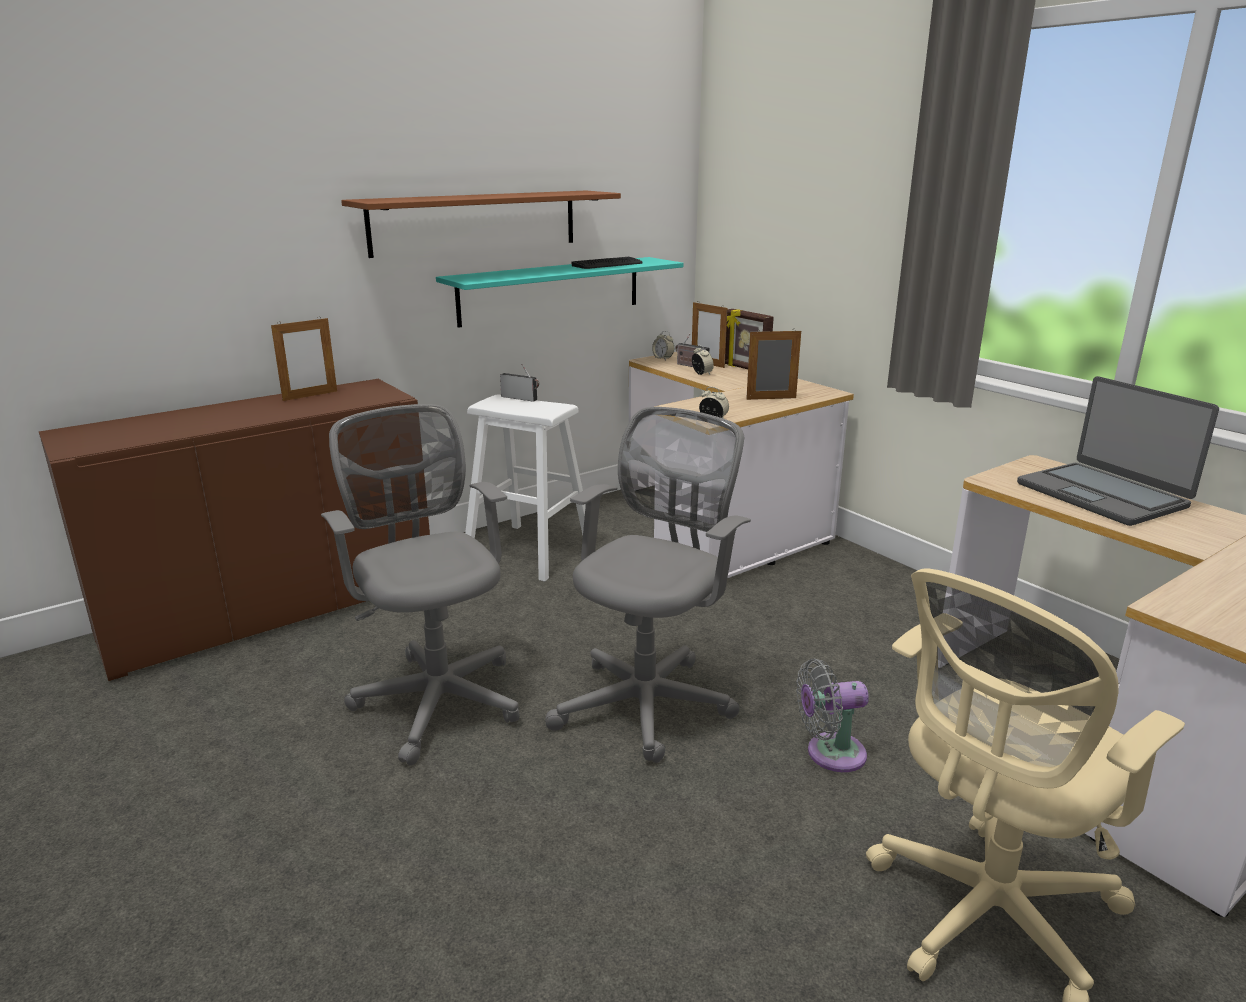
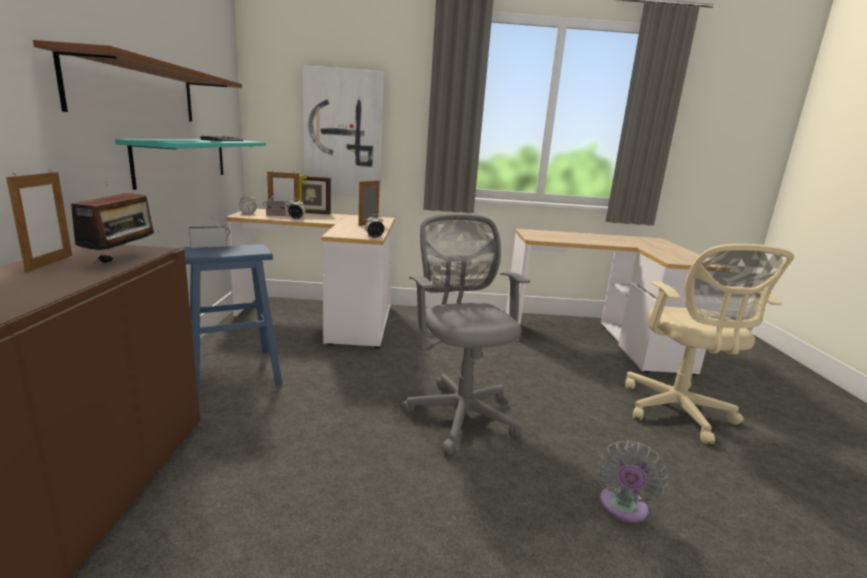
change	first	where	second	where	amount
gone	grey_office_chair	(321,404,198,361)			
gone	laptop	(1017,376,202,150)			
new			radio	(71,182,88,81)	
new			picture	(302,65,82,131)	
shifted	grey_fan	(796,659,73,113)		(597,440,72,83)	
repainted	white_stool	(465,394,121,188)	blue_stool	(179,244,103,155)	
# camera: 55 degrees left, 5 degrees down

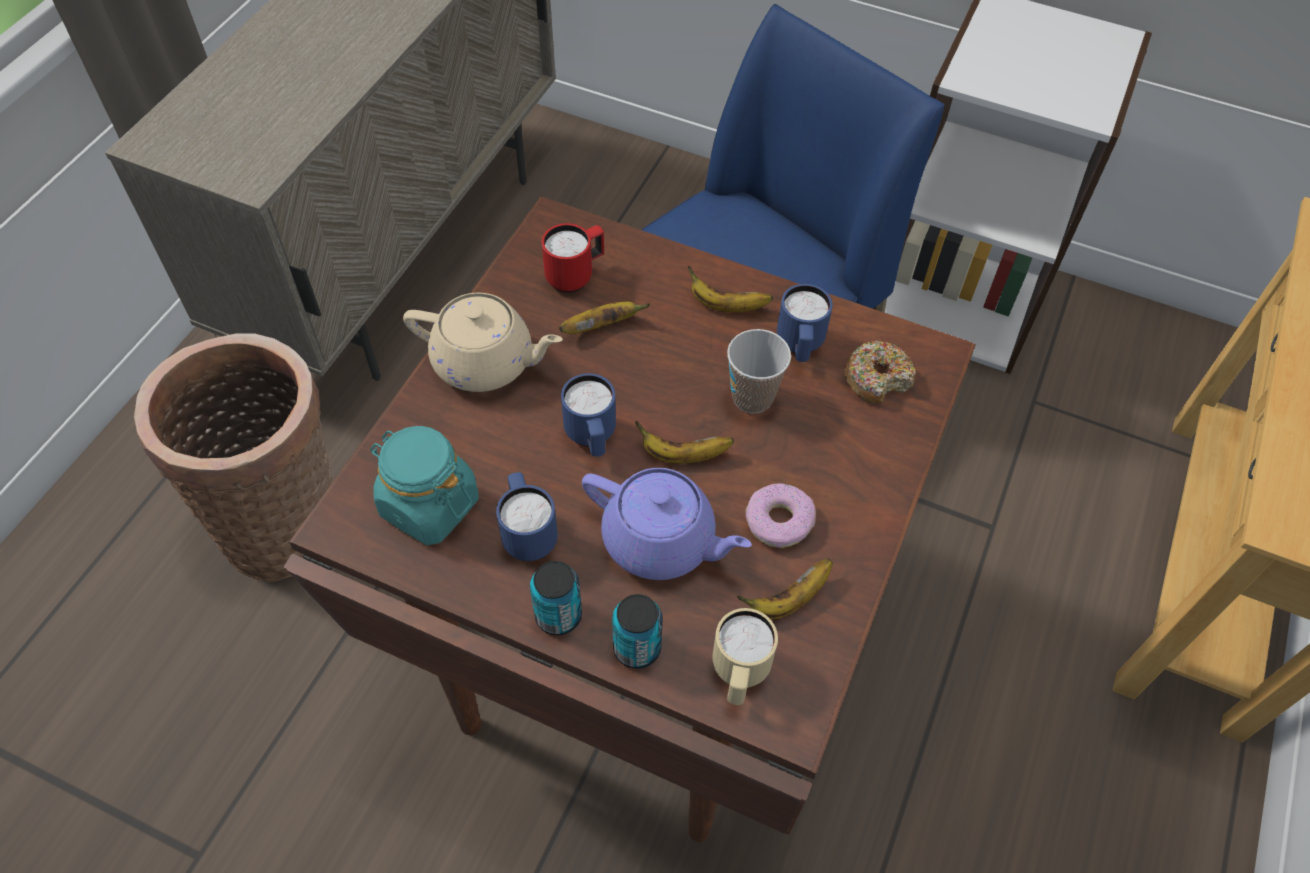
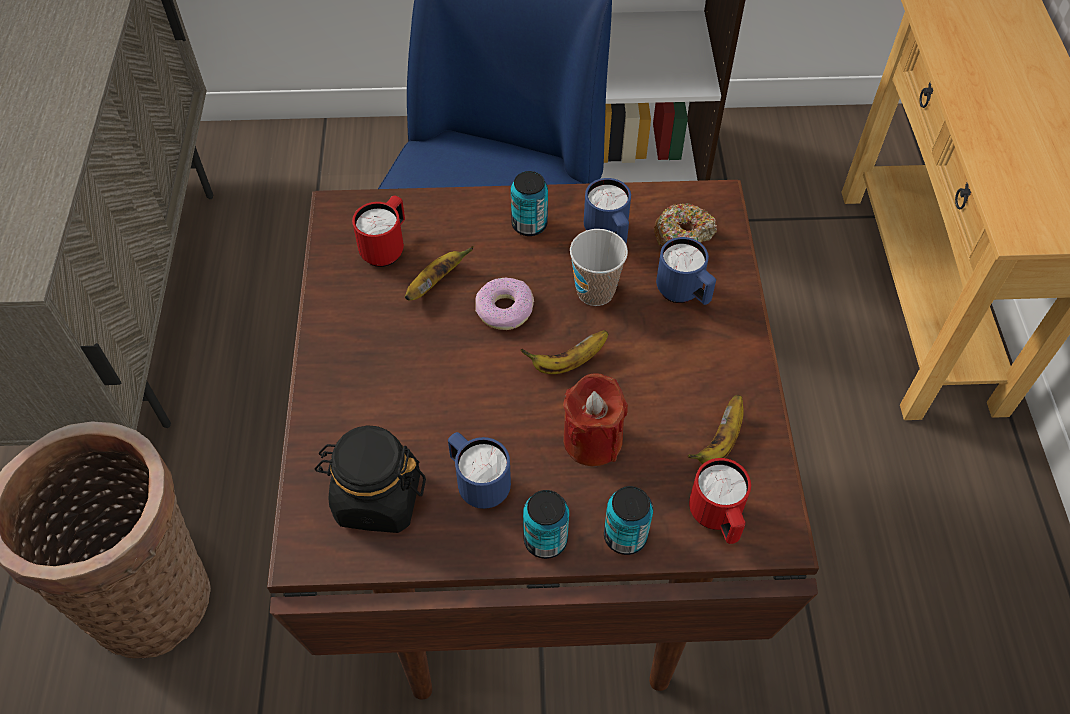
change	first	where	second	where	amount
gone	beige_teapot	(403,293,160,99)			
shifted	blue_mug	(561,373,55,84)		(656,237,60,68)	
shifted	donut	(746,483,70,65)		(475,278,59,52)	
swapped	purple_teapot	(582,468,170,112)	red_candle	(563,373,65,93)	
swapped	banana	(688,266,85,46)	can	(511,171,37,65)	
repainted	turquoise_jar	(370,426,109,119)	black_jar	(315,425,111,108)	
repainted	beige_mug	(712,608,66,97)	red_mug	(689,458,62,86)	
# camera: 25 degrees left, 0 degrees up

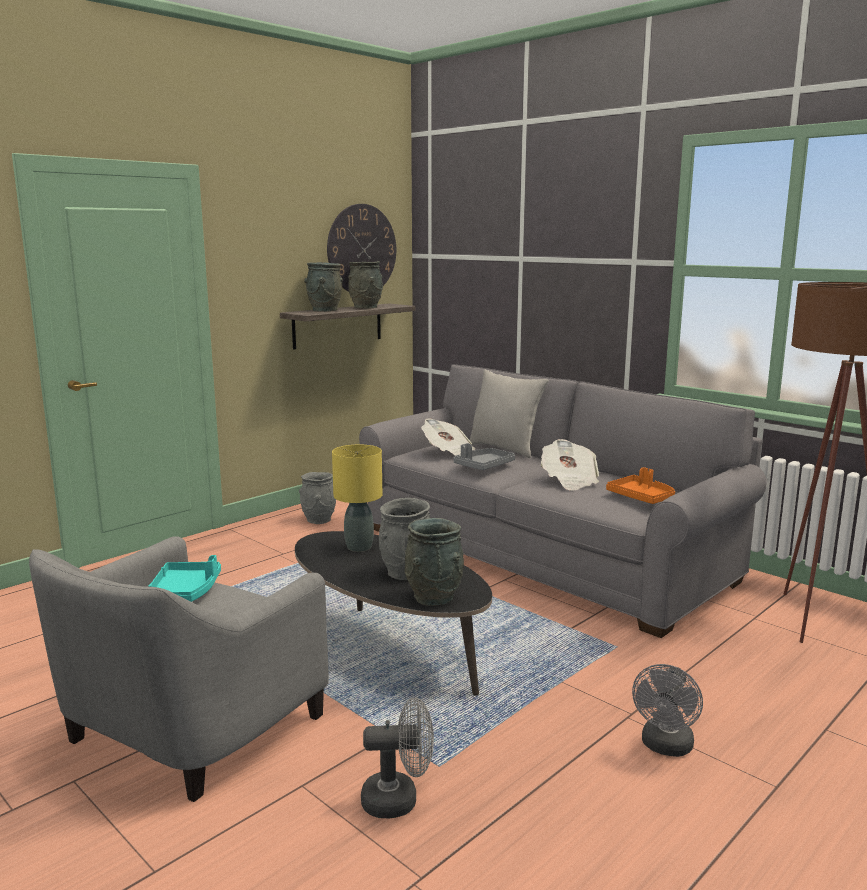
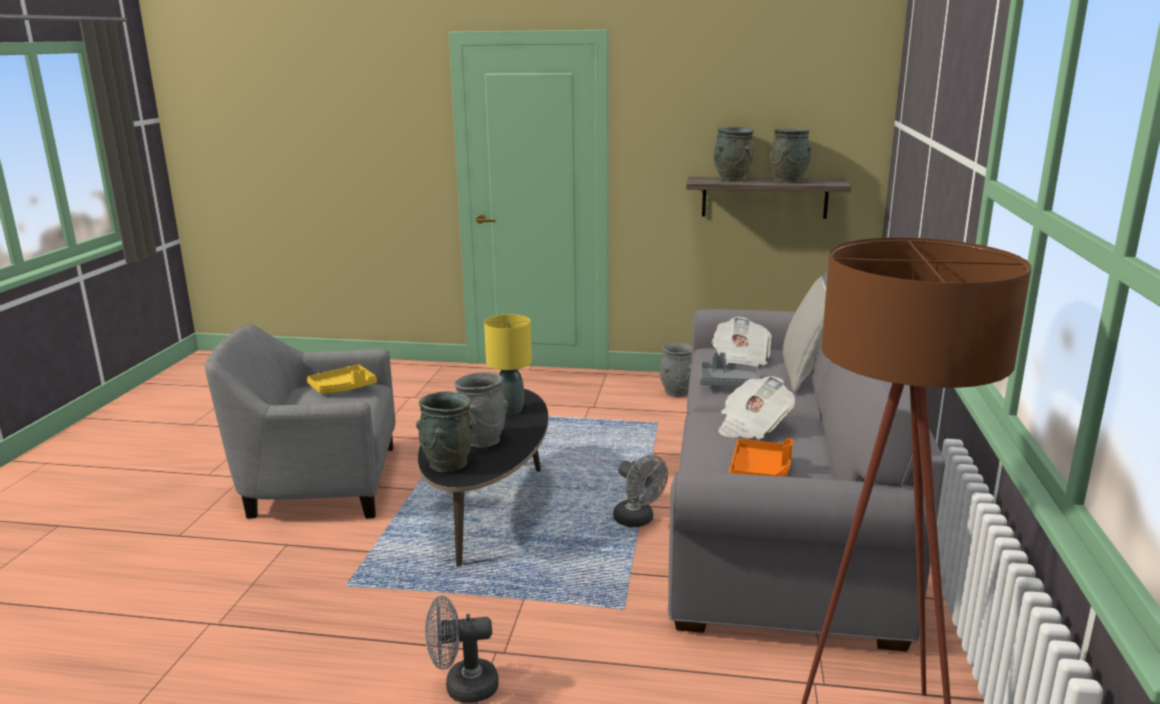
change	first	where	second	where	amount
gone	wall_clock	(327,204,69,88)			
shifted	grey_fan	(361,698,73,120)		(613,455,55,72)	
repainted	turquoise_tray	(148,555,73,47)	yellow_tray	(307,364,70,29)	
# camera: 55 degrees right, 5 degrees up

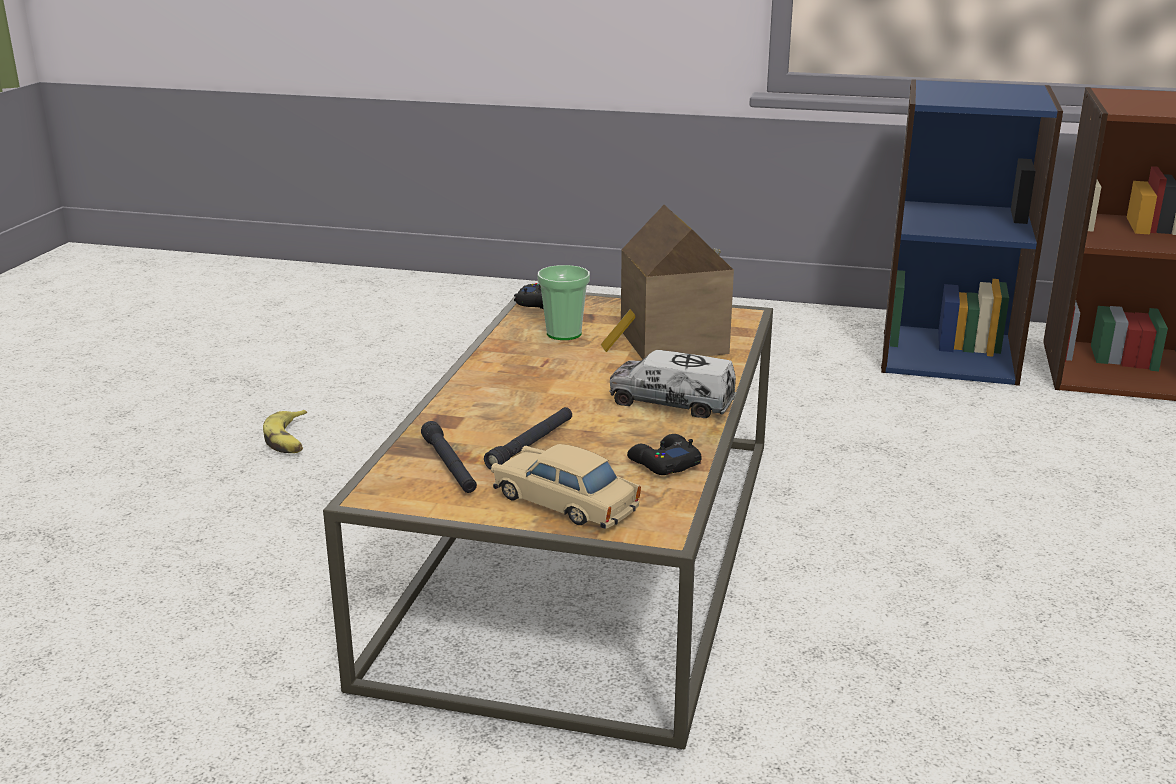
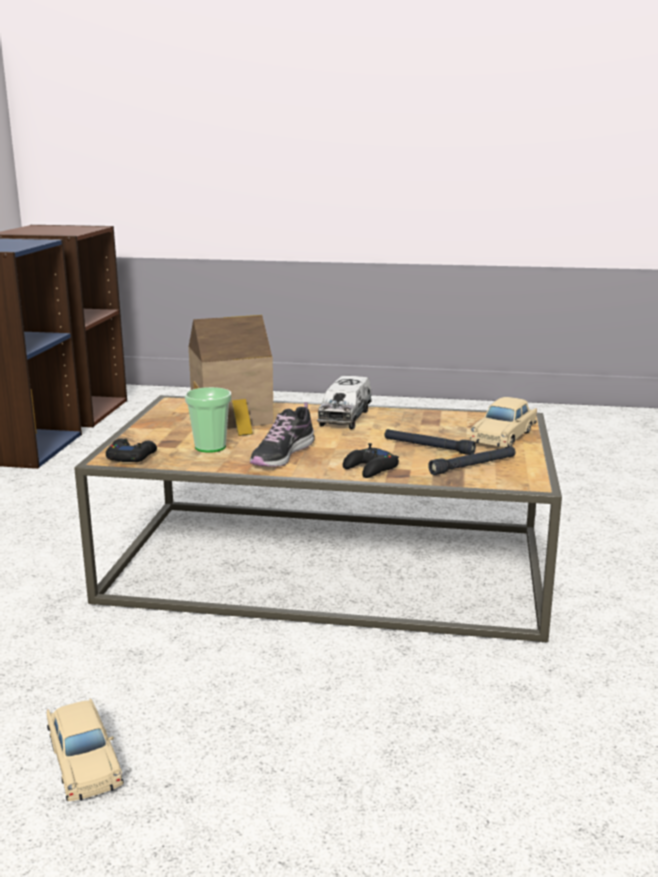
change	first	where	second	where	amount
new			shoe	(250,402,65,65)	
shifted	black_game_controller	(627,434,75,41)		(343,443,56,35)	
swapped	banana	(263,410,44,43)	beige_toy_car	(47,698,77,103)	
# camera: 95 degrees left, 5 degrees down

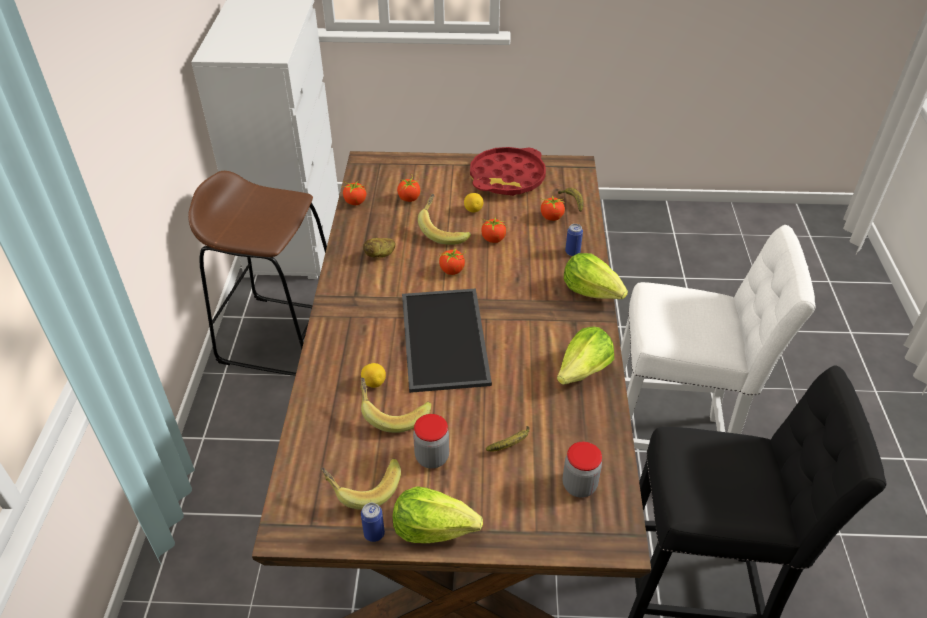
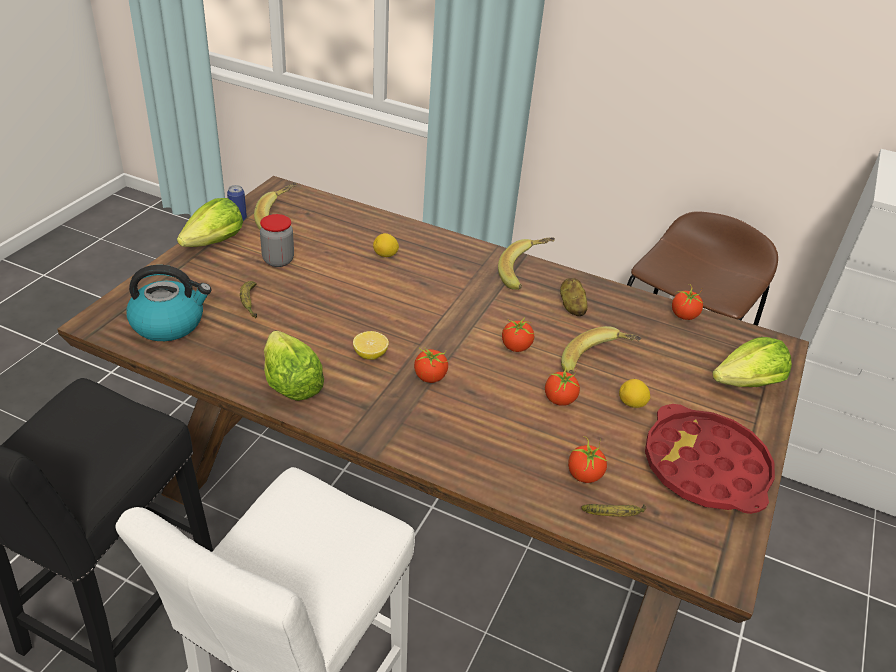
change	first	where	second	where	amount
gone	tray	(402,288,90,105)			
gone	can	(565,224,18,32)			
new			lemon	(353,331,36,29)	
shifted	banana	(360,377,72,56)		(498,237,57,53)	
shifted	tomato	(397,175,23,27)		(414,348,34,35)	
shifted	lettuce	(564,253,64,46)		(712,337,80,50)	
swapped	jar	(563,442,39,56)	kettle	(126,265,86,76)	
# camera: 110 degrees right, 5 degrees down

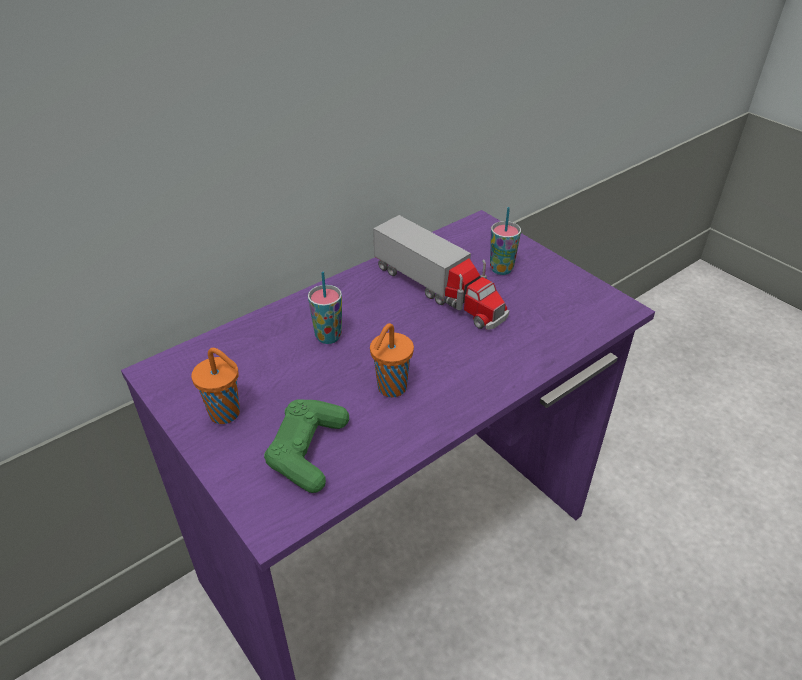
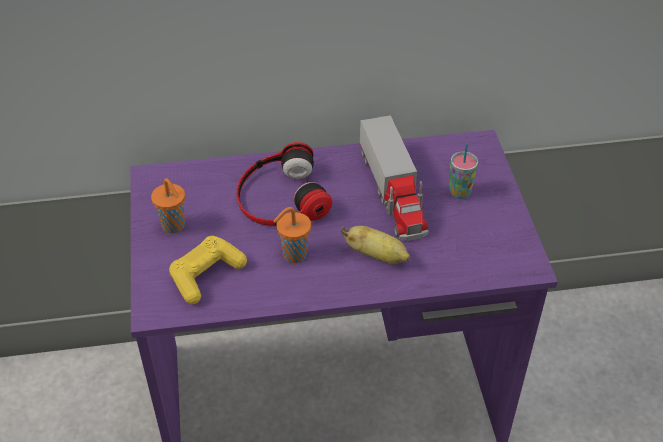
change	first	where	second	where	amount
new			banana	(341,226,69,38)	
swapped	cup	(308,271,34,73)	headphones	(236,142,96,85)	
repainted	green_game_controller	(264,399,85,94)	yellow_game_controller	(169,236,78,68)	
# camera: 30 degrees right, 5 degrees up

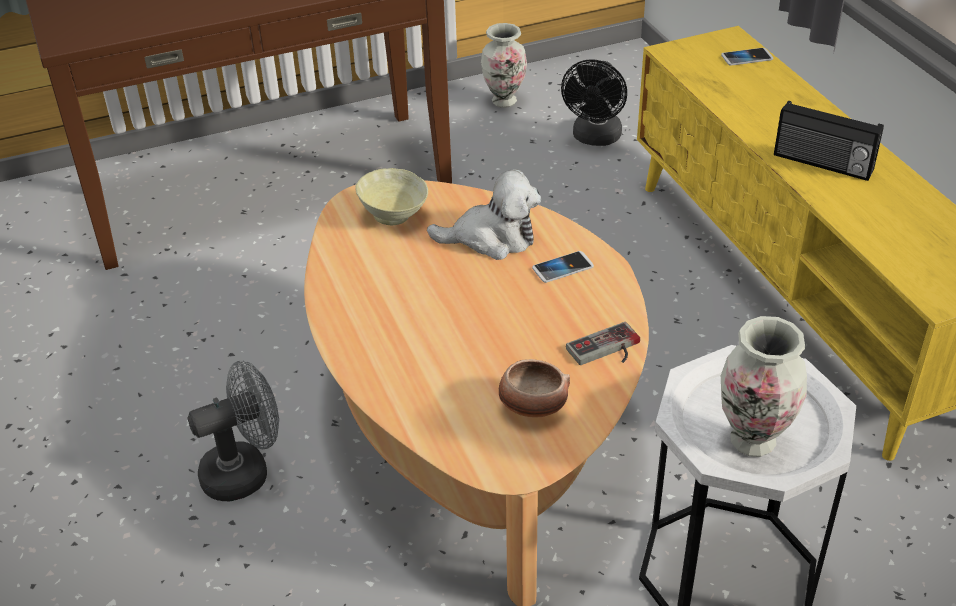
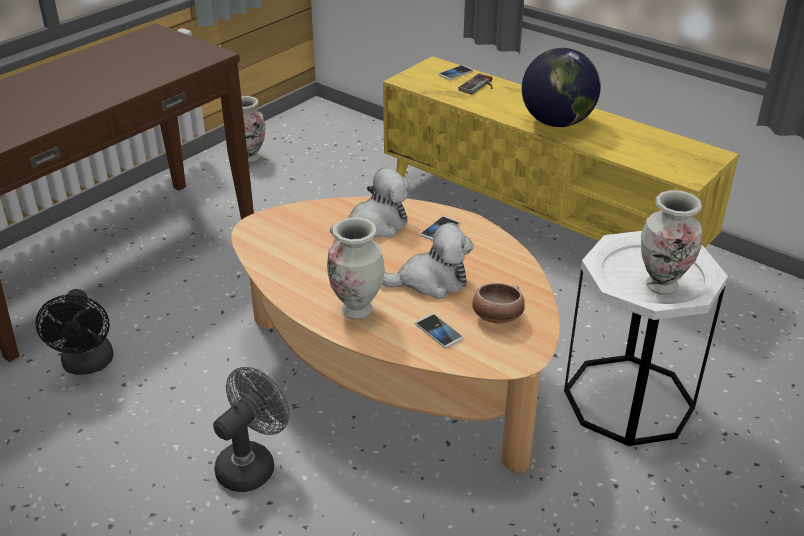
change	first	where	second	where	amount
gone	beige_bowl	(355,168,73,57)			
new			vase	(327,217,58,103)	
new			plush_toy	(382,223,92,76)	
new			phone	(415,314,48,34)	
shifted	black_fan	(561,59,66,87)		(35,289,79,86)	
shifted	game_controller	(566,322,74,43)		(458,73,35,22)	
swapped	radio	(774,101,110,80)	globe	(522,48,79,79)	
# camera: 30 degrees left, 5 degrees down

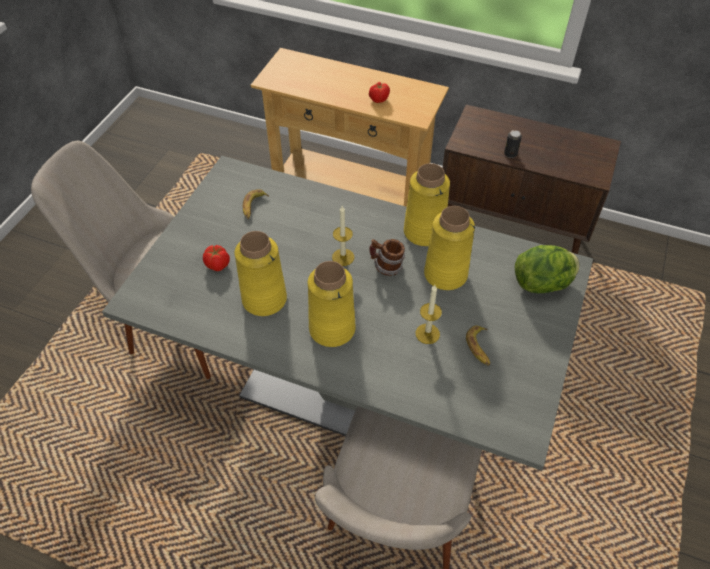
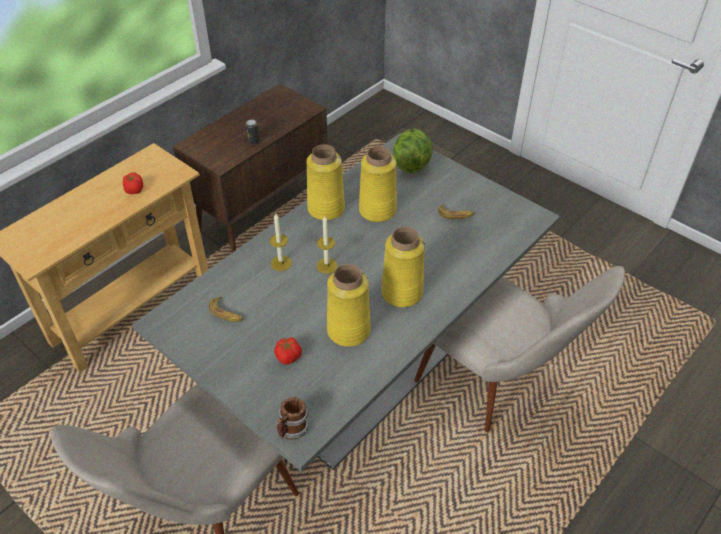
change	first	where	second	where	amount
shifted	mug	(369,239,36,37)		(276,397,33,43)	
shifted	candle	(416,285,26,59)		(270,214,22,57)	
# camera: 70 degrees left, 5 degrees down

